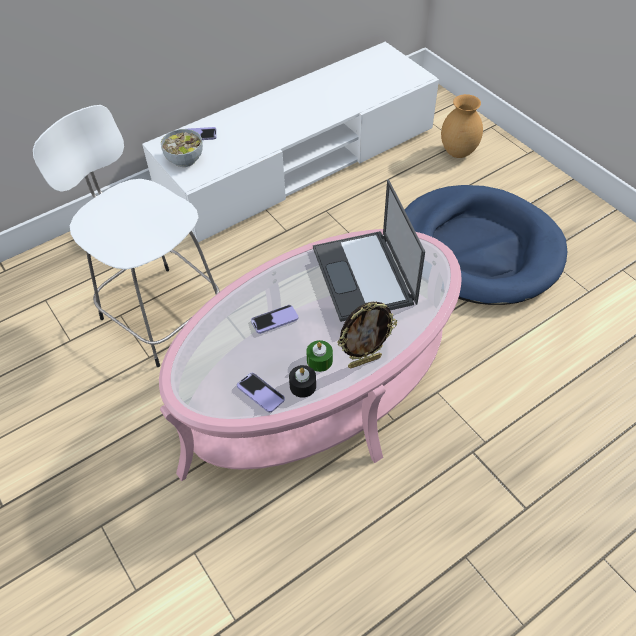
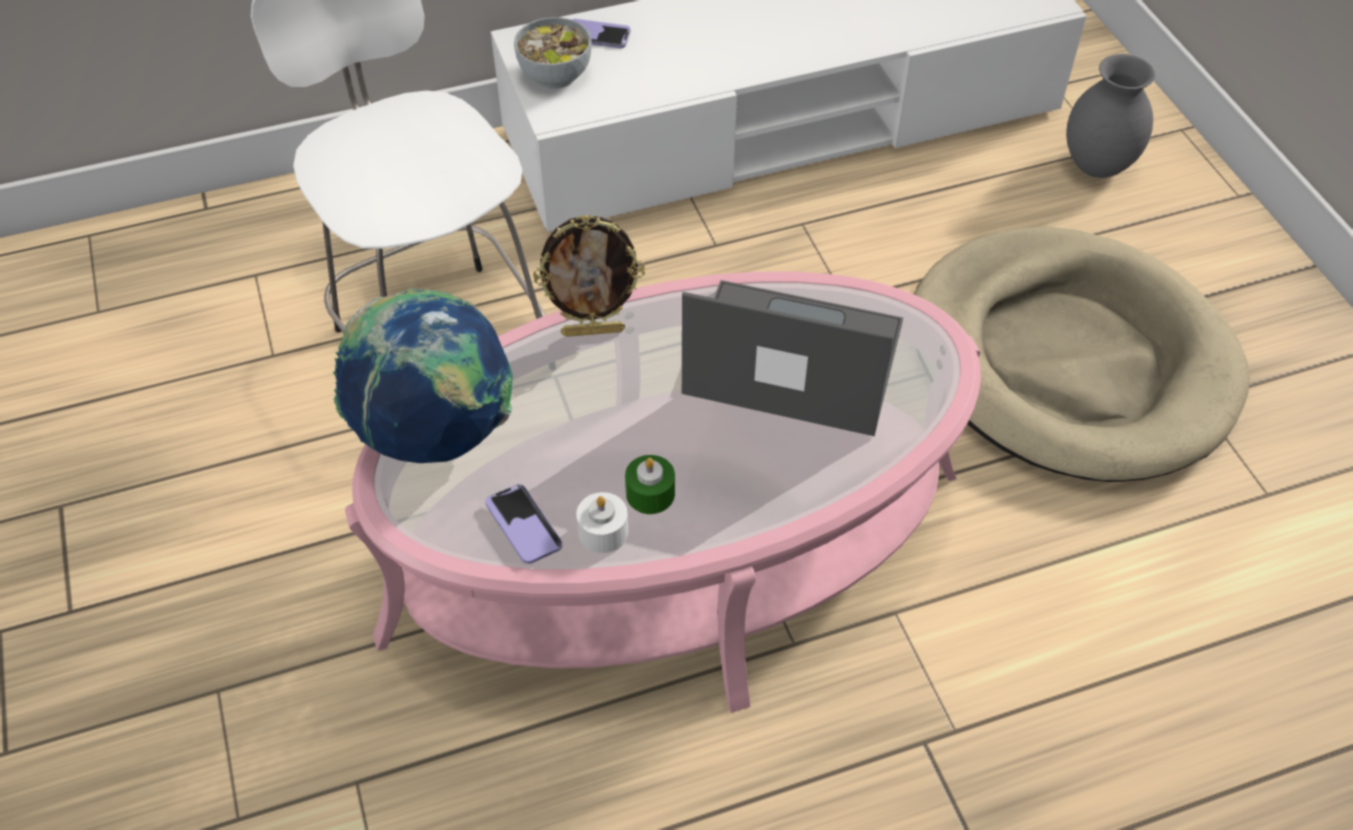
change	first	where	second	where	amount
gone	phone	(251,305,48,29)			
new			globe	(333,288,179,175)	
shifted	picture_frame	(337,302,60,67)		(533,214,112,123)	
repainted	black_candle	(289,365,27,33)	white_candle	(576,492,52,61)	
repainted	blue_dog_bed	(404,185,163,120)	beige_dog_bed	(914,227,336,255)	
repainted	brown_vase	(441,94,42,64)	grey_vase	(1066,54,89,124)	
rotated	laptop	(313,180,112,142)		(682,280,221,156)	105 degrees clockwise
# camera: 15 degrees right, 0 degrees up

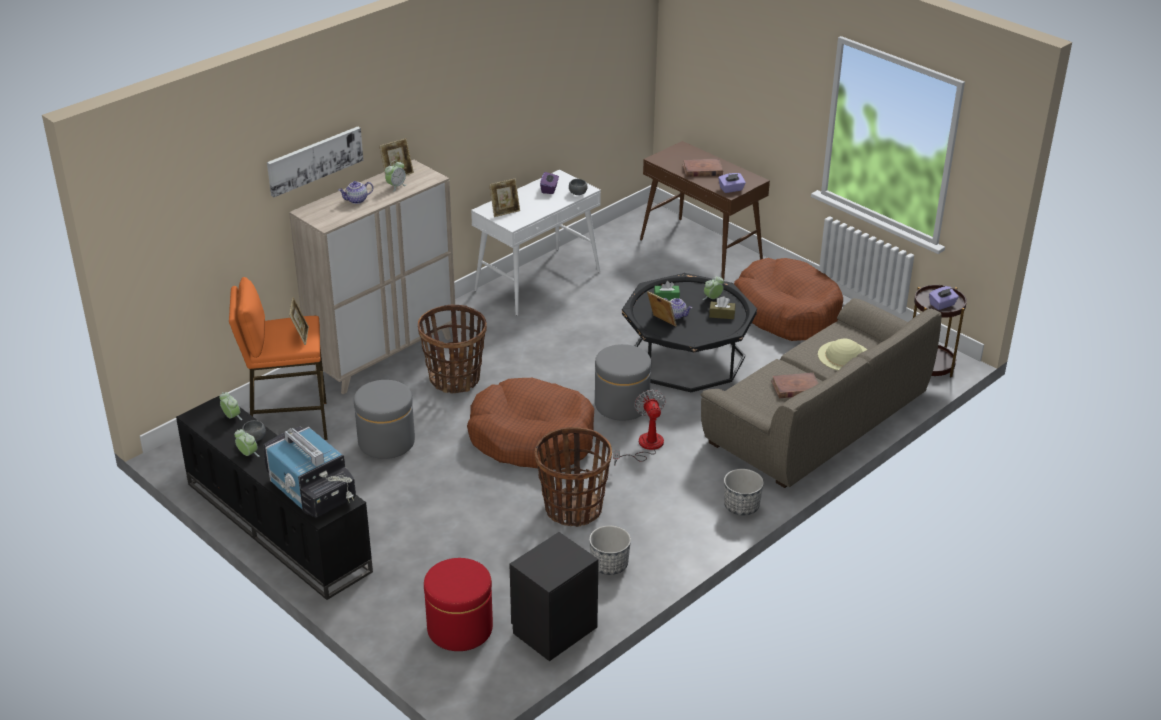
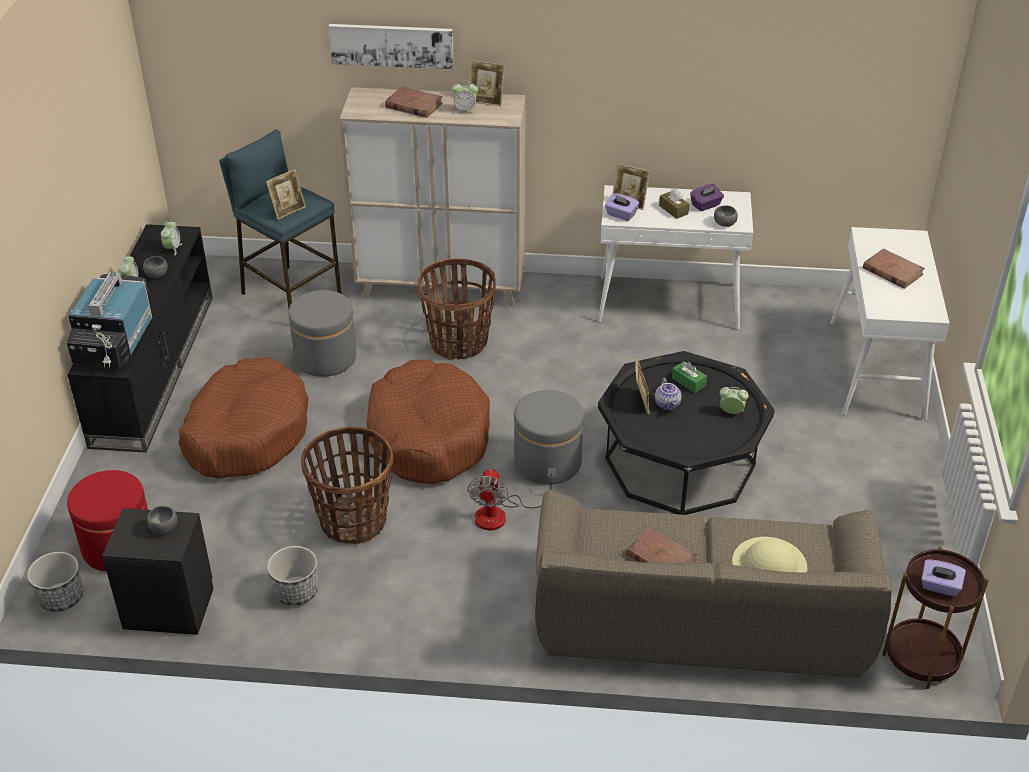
change	first	where	second	where	amount
new			grey_bowl	(147,506,31,28)	
shifted	brown_tissue_box	(709,296,26,23)		(659,188,30,31)	
shifted	purple_tissue_box	(718,173,28,20)		(605,193,34,28)	
shifted	planter	(724,469,40,46)		(27,552,56,60)	
shifted	brown_dog_bed	(734,258,109,83)		(179,357,130,122)	
swapped	teapot	(338,181,35,23)	brown_book	(385,87,58,31)	
repainted	orange_stool	(229,277,99,163)	blue_stool	(219,130,122,178)	
repainted	brown_console_table	(640,141,130,139)	white_console_table	(830,227,120,193)	
rotated	fan	(613,389,53,77)		(468,468,88,62)	150 degrees clockwise
# camera: 50 degrees right, 5 degrees up

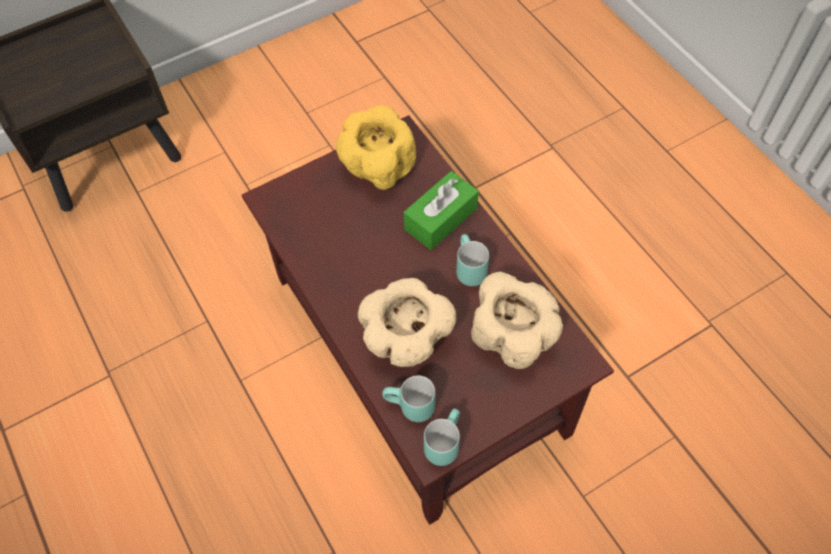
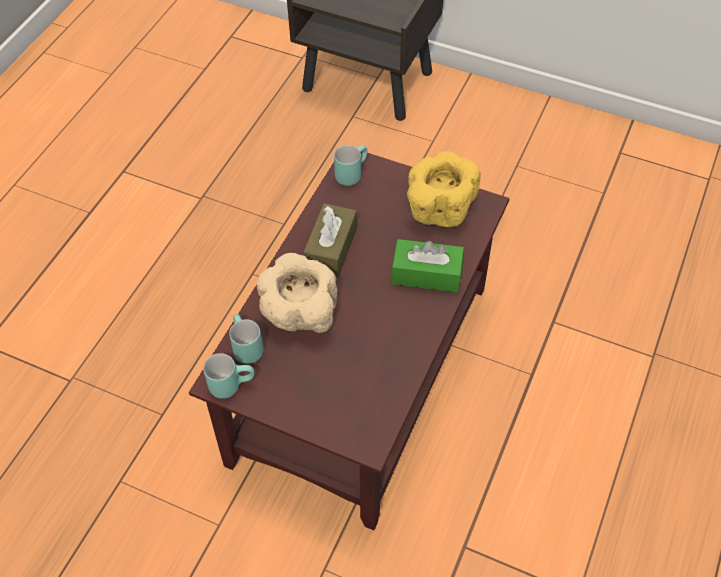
change	first	where	second	where	amount
gone	beige_bowl	(471,272,92,97)			
new			brown_tissue_box	(303,203,54,74)	
shifted	turquoise_mug	(456,234,33,52)		(334,145,34,41)	
# camera: 55 degrees right, 5 degrees down

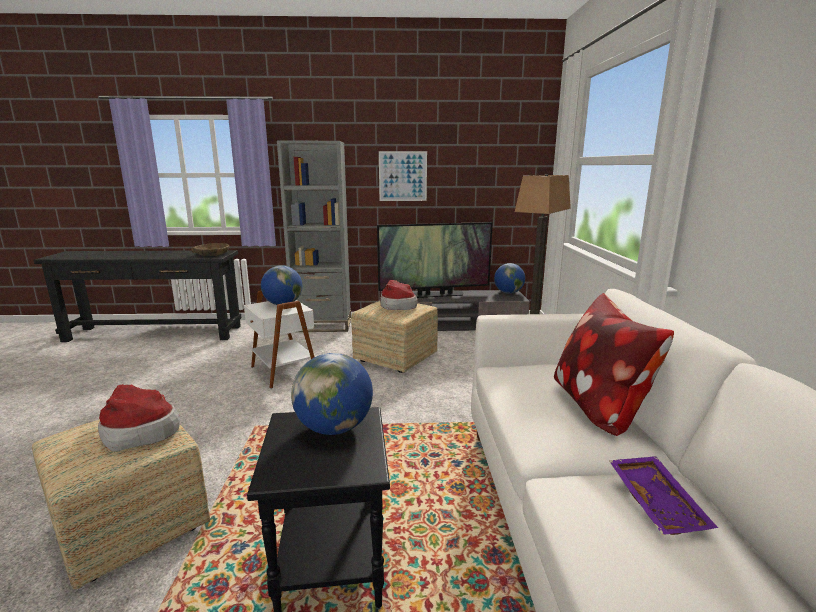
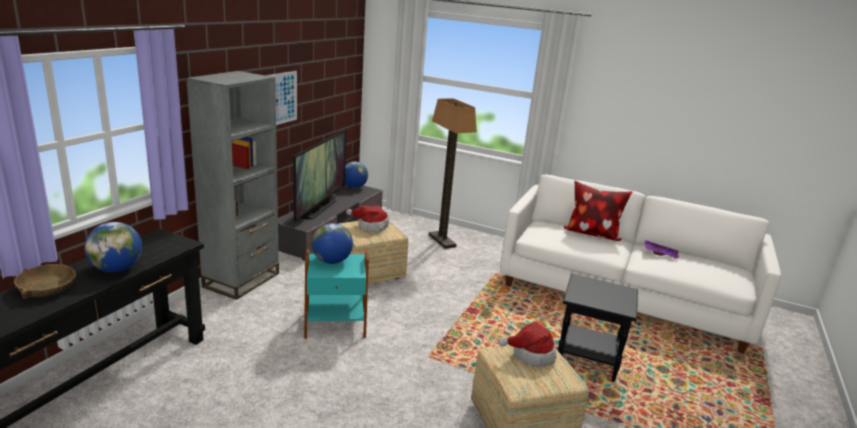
change	first	where	second	where	amount
shifted	brown_bowl	(191,243,38,13)		(14,264,62,35)	
shifted	globe	(291,353,82,82)		(85,222,57,51)	
repainted	white_side_table	(244,291,71,98)	turquoise_side_table	(304,249,65,90)	
# camera: 65 degrees left, 5 degrees up

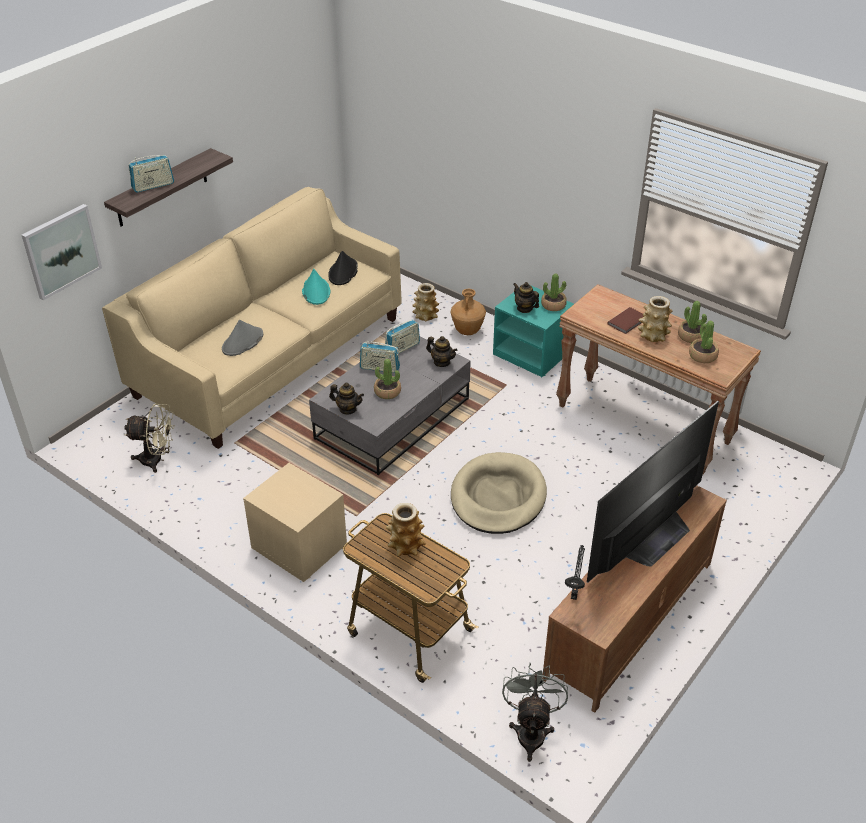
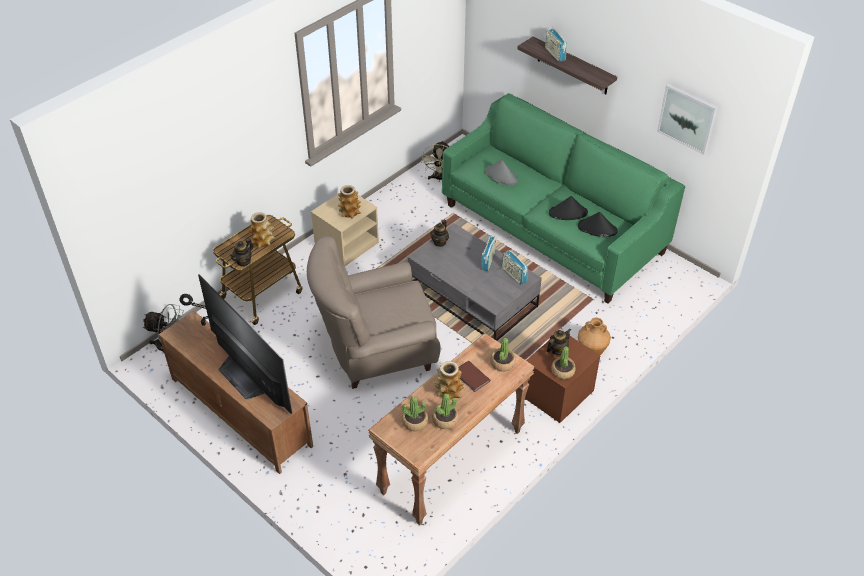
change	first	where	second	where	amount
shifted	picture	(22,204,80,96)		(657,84,61,71)	
shifted	potted_plant	(374,359,27,40)		(490,337,26,35)	
shifted	vase	(412,283,27,39)		(338,185,23,34)	
shifted	teapot	(426,336,32,31)		(230,238,23,29)	
swapped	beige_dog_bed	(451,452,96,82)	beige_armchair	(307,236,134,153)	
repainted	beige_sofa	(102,187,300,262)	green_sofa	(442,93,243,211)	
repainted	turquoise_hat	(302,269,28,36)	black_hat	(549,196,39,24)	
repainted	turquoise_nightstand	(493,286,81,91)	brown_nightstand	(525,336,76,87)	
# camera: 95 degrees right, 5 degrees up

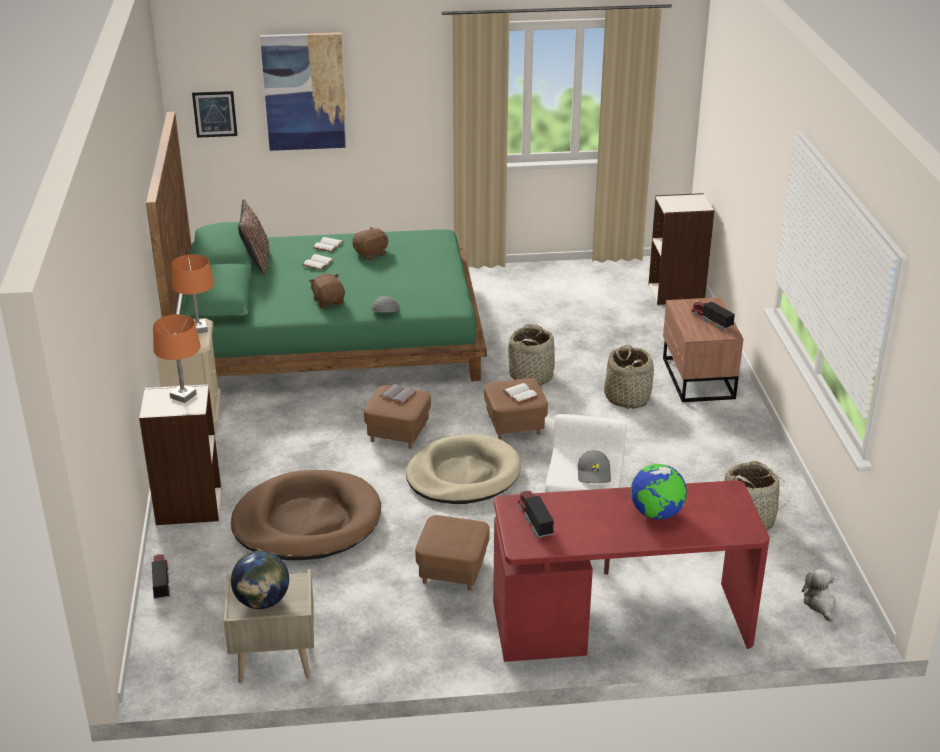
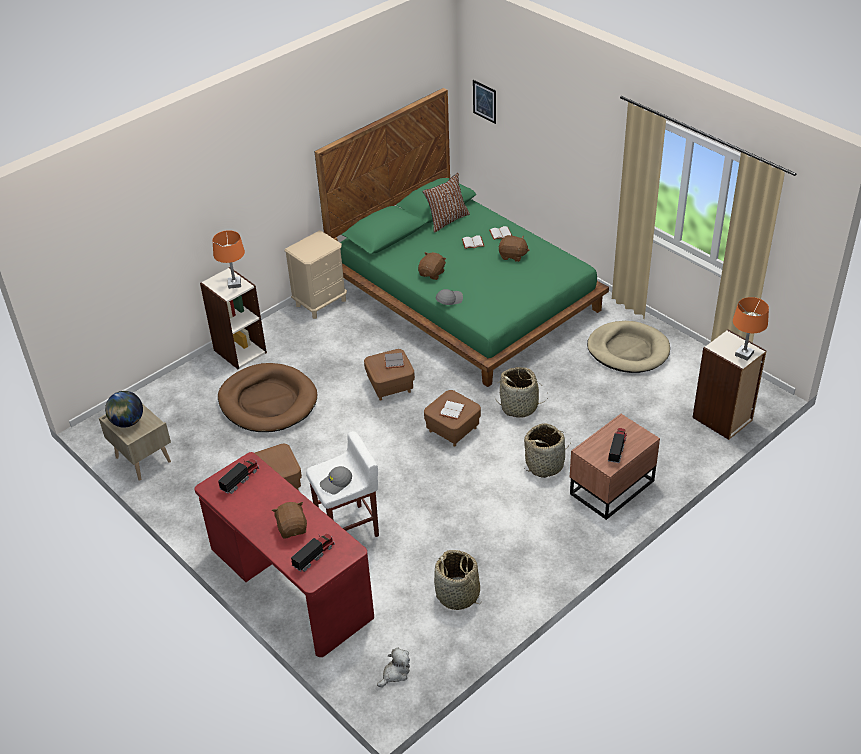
change	first	where	second	where	amount
gone	picture	(260,33,87,118)			
shifted	toy_truck	(152,554,18,45)		(291,534,44,38)	
shifted	orange_table_lamp	(172,254,42,79)		(733,297,36,64)	
shifted	beige_dog_bed	(406,435,115,69)		(587,321,83,52)	
swapped	globe	(630,464,57,56)	brown_plush_toy	(272,502,35,36)	
# camera: 55 degrees right, 10 degrees up

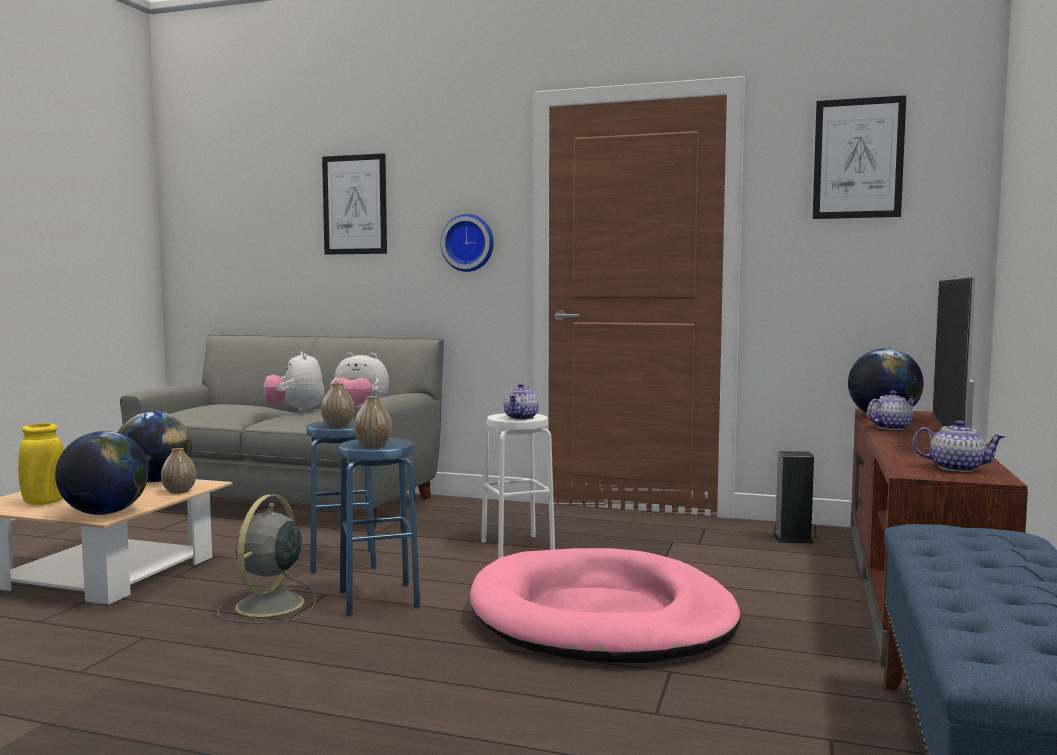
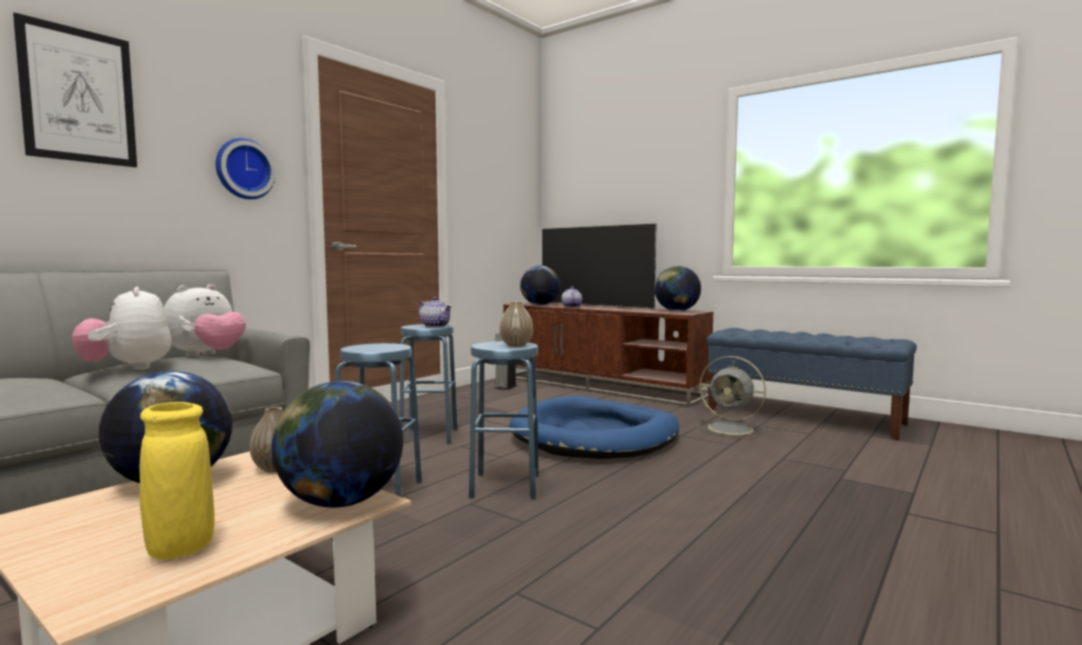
change	first	where	second	where	amount
gone	vase	(321,383,34,45)			
gone	picture	(813,95,93,124)			
shifted	grey_fan	(217,494,99,130)		(697,356,69,83)	
swapped	teapot	(913,420,93,52)	globe	(655,266,46,45)	
repainted	pink_dog_bed	(470,548,271,115)	blue_dog_bed	(509,396,170,63)	
repainted	white_stool	(481,413,74,145)	blue_stool	(399,324,58,120)	
rotated	plush_toy	(263,352,61,61)		(72,287,99,83)	60 degrees clockwise
# camera: 70 degrees left, 0 degrees up

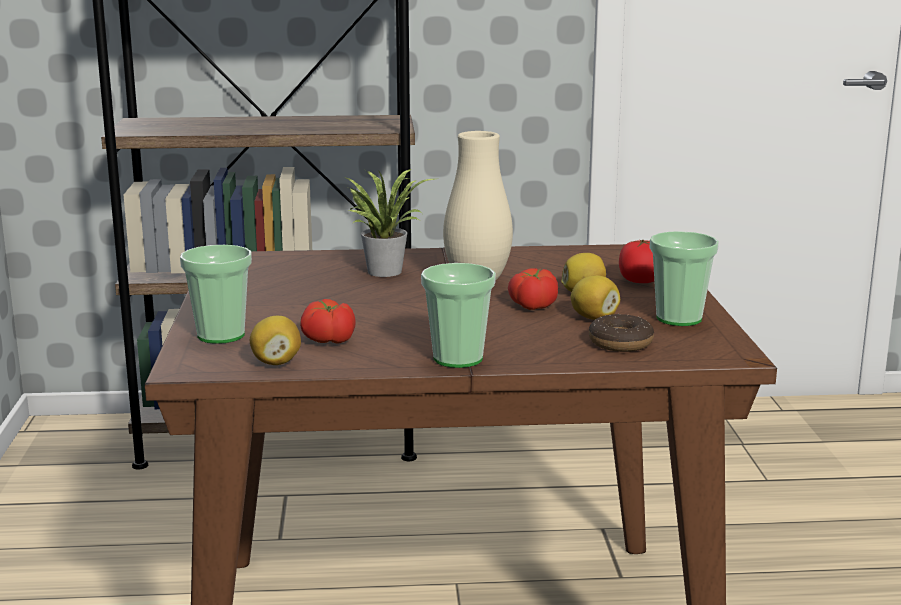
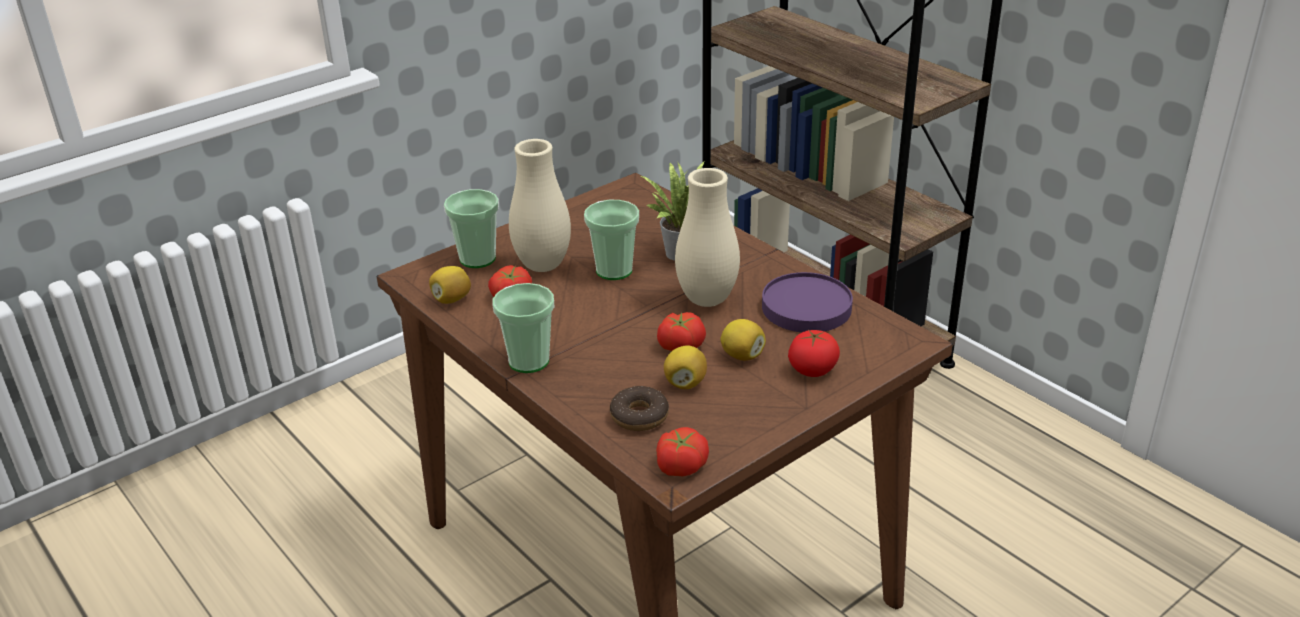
change	first	where	second	where	amount
new			beige_vase	(509,139,62,133)	
new			tomato	(656,427,53,49)	
new			purple_plate	(762,272,91,60)	
shifted	cup	(650,231,69,95)		(584,200,55,80)	
# camera: 55 degrees right, 15 degrees up

